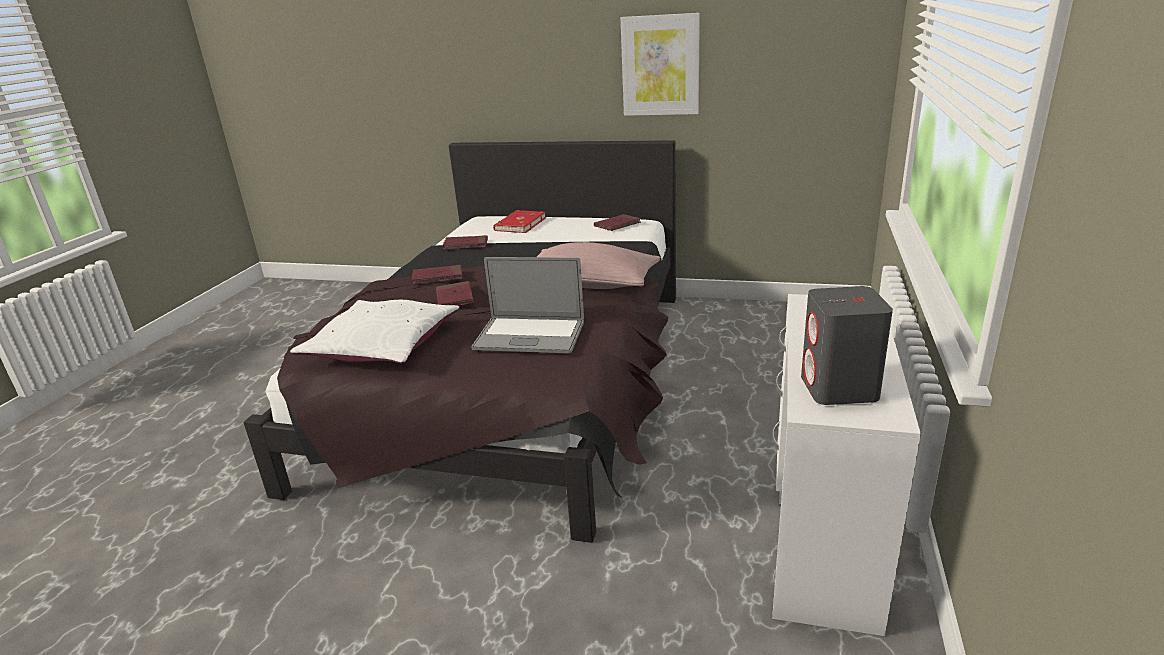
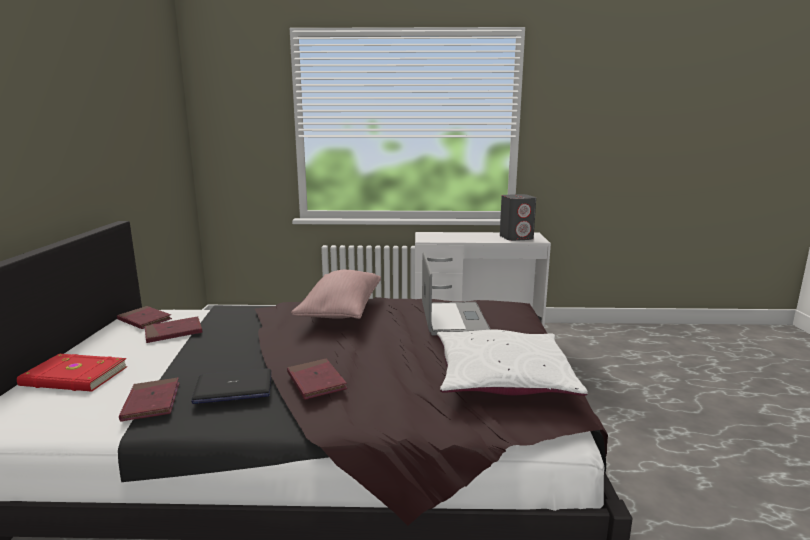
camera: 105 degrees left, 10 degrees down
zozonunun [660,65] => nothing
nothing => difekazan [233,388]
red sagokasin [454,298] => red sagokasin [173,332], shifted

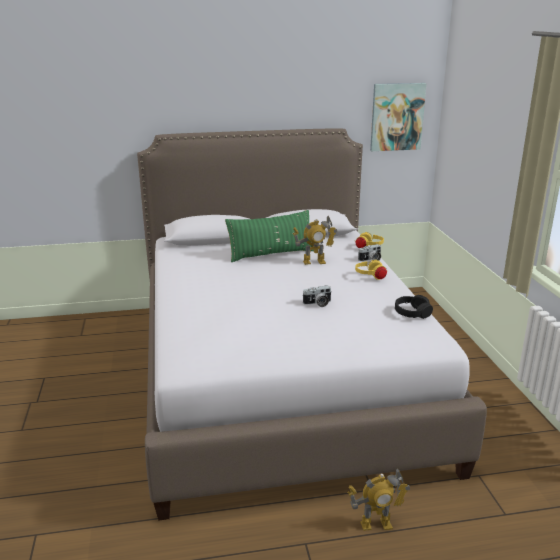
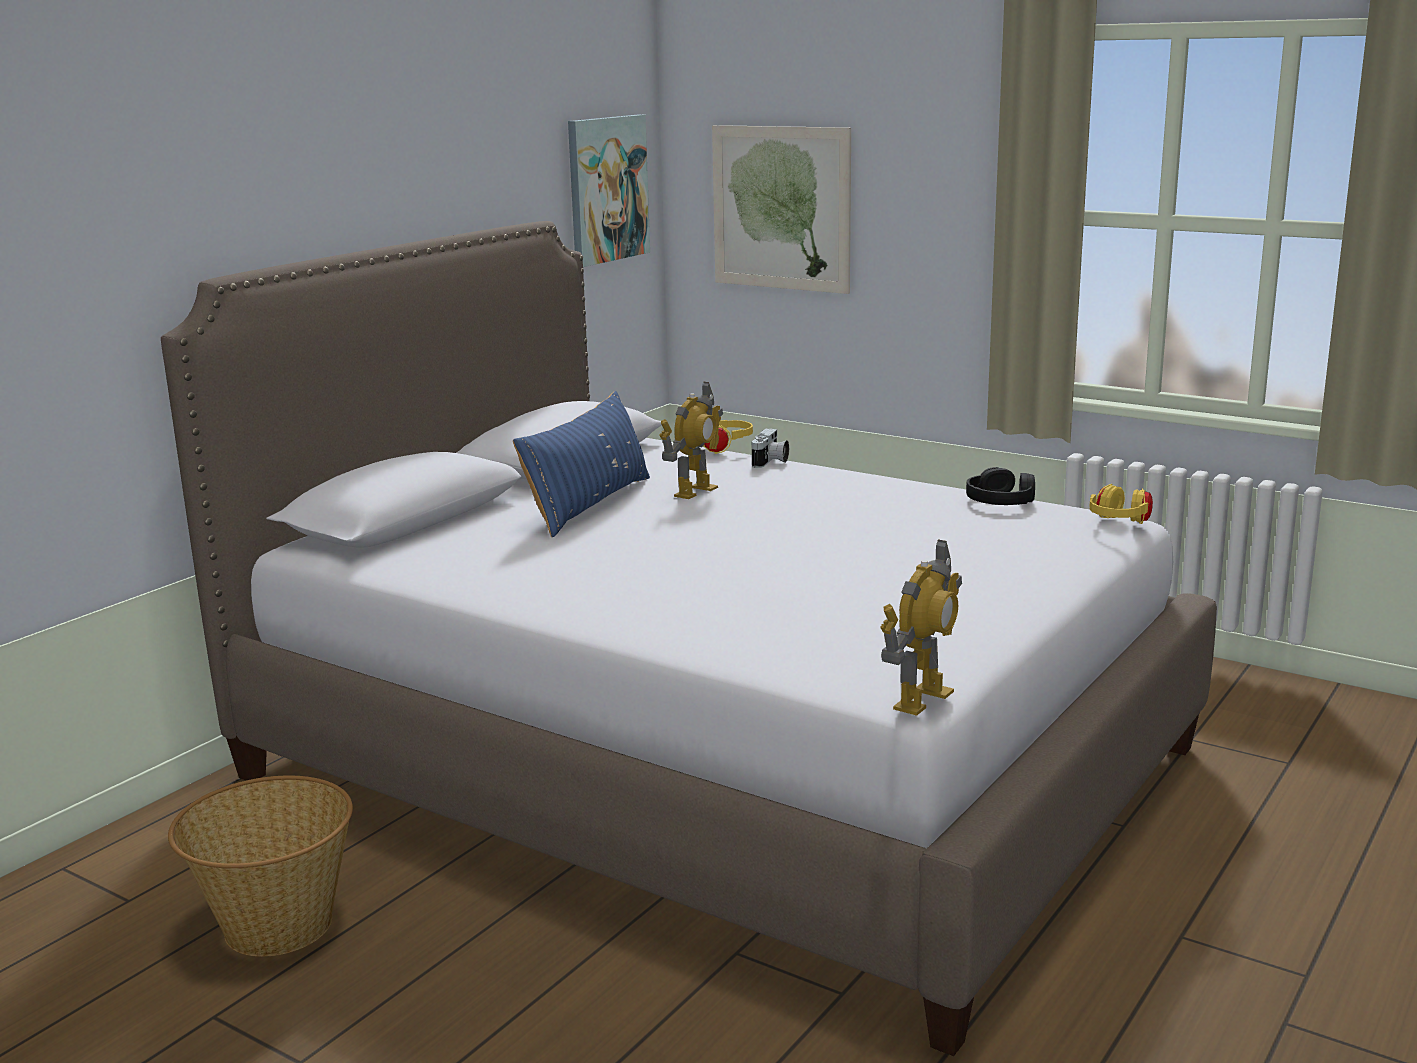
camera: 45 degrees left, 5 degrees down
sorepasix [318,303] => nothing
nothing => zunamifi [276,926]
nothing => zozonunun [781,208]
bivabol [376,524] => bivabol [921,699], shifted
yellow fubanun [370,277] => yellow fubanun [1118,524], shifted
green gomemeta [271,254] => blue gomemeta [589,504]

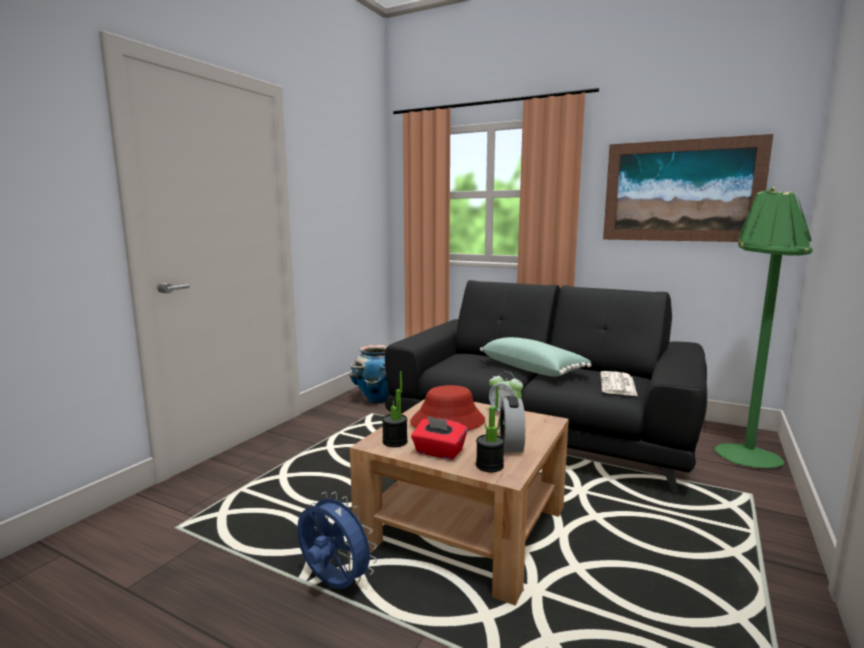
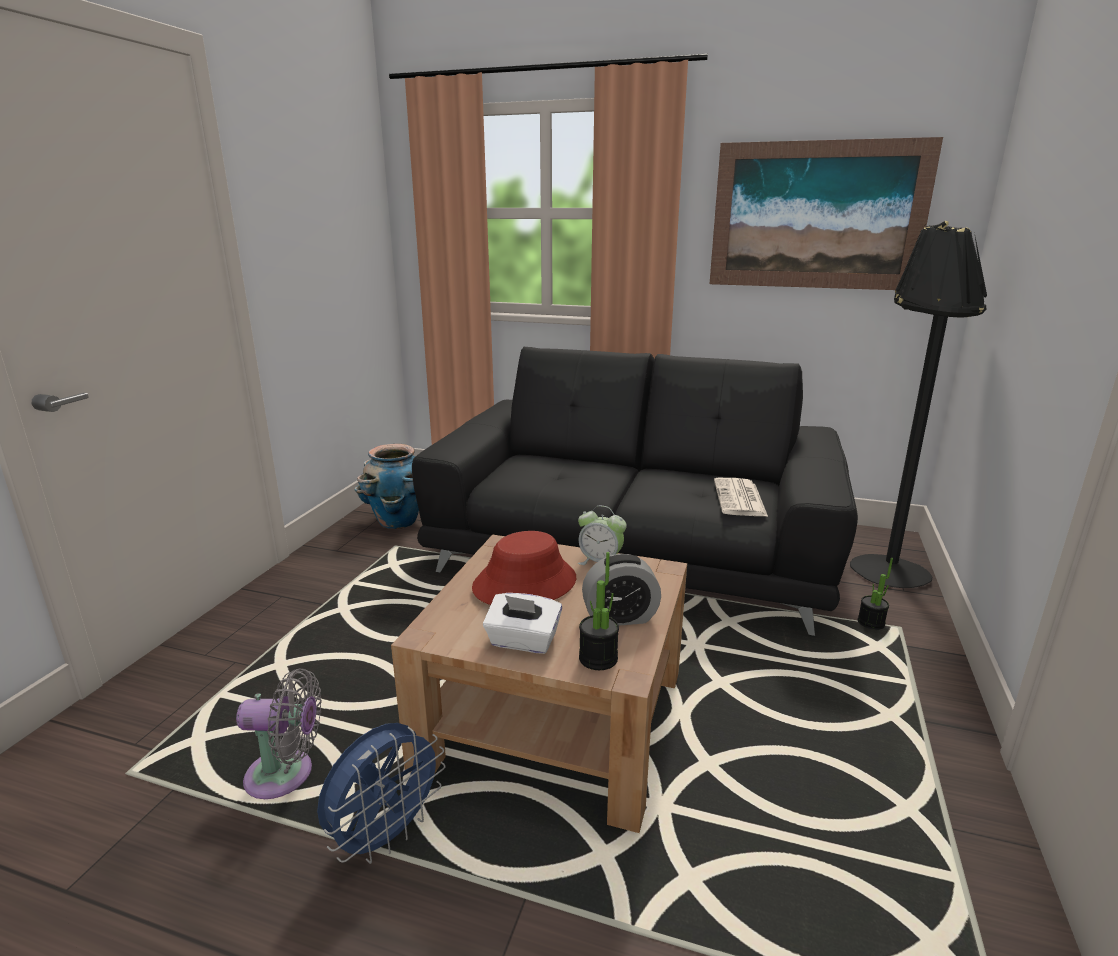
camera: 10 degrees left, 10 degrees up
green gomemeta [532,369] => nothing
nothing => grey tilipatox [286,775]
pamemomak [395,442] => pamemomak [870,624], shifted
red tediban [438,452] => white tediban [523,641]
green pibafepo [747,451] => black pibafepo [888,564]
blue tilipatox [333,584] => blue tilipatox [386,836], 105 degrees clockwise
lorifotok [511,445] => lorifotok [620,617], 90 degrees counterclockwise

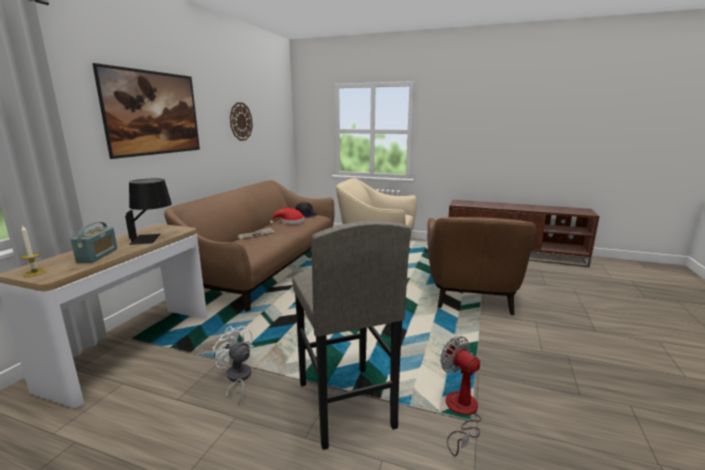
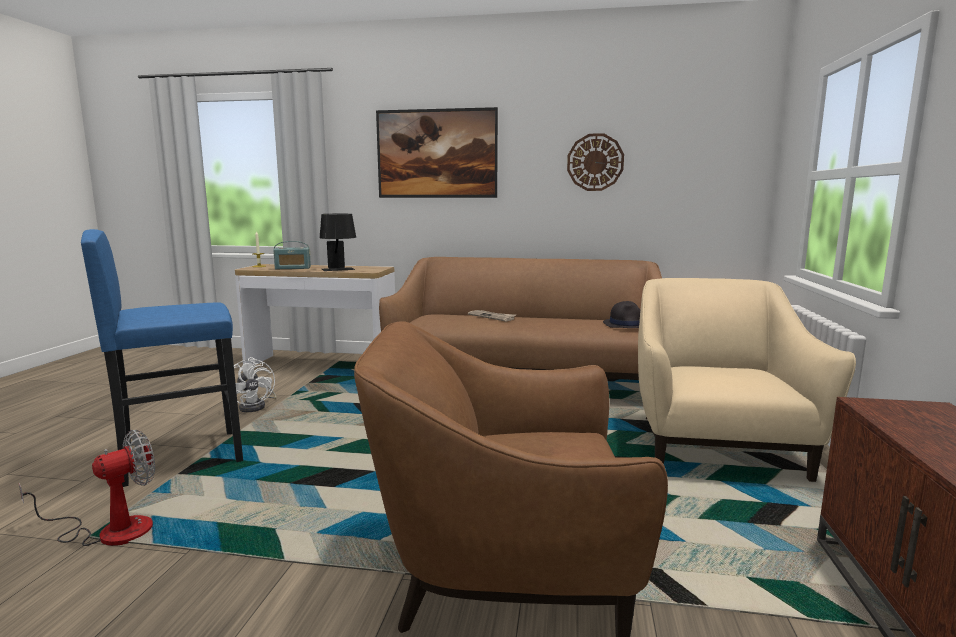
camera: 80 degrees right, 5 degrees down
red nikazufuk [290,222] => nothing
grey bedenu [344,405] => blue bedenu [182,457]
white tilipatox [237,378] => white tilipatox [256,406], 120 degrees clockwise

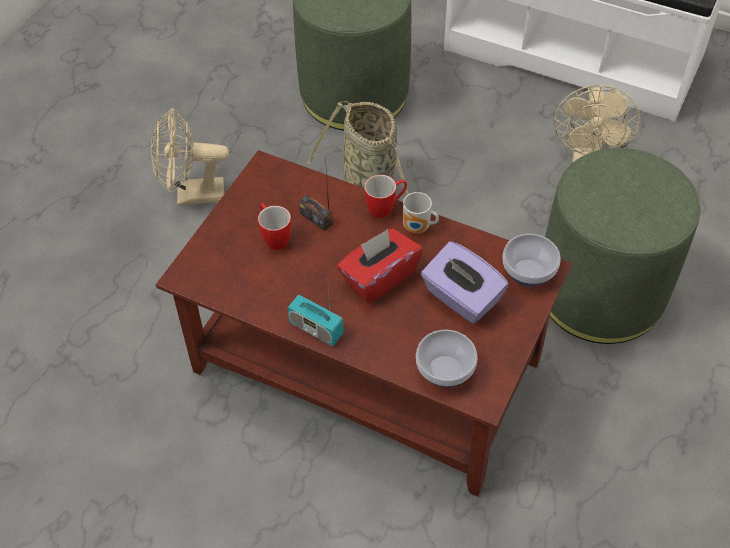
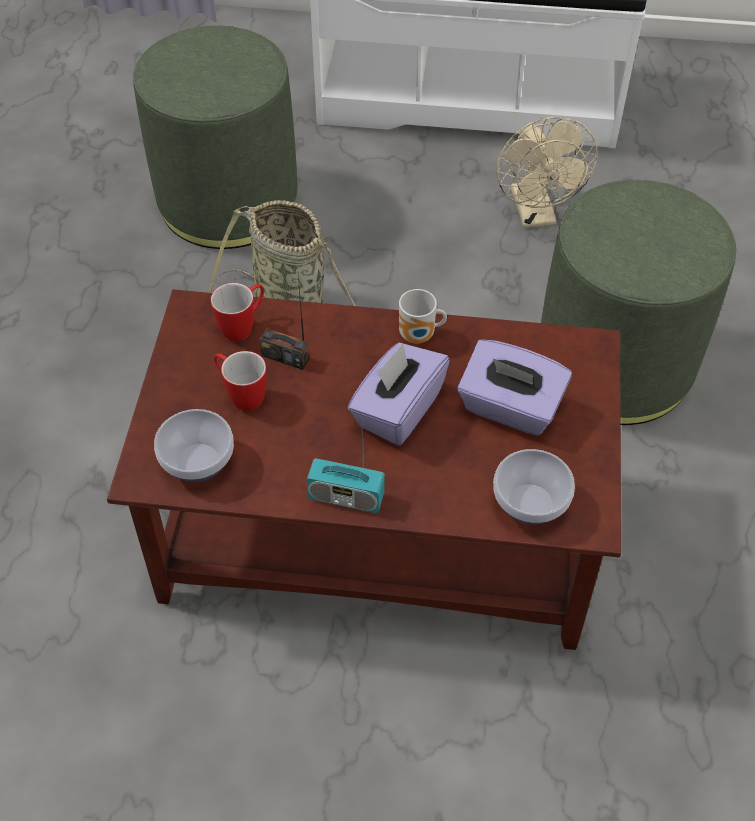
camera: 20 degrees left, 0 degrees up
beige tilipatox [192,195] => nothing
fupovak [386,208] => fupovak [243,326], shifted
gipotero [530,274] => gipotero [200,463], shifted
red tediban [379,277] => purple tediban [397,410]

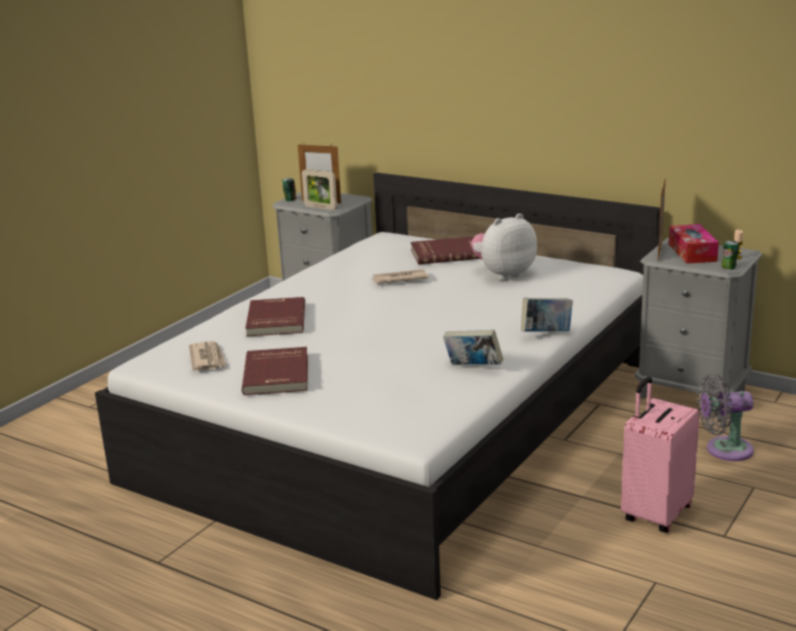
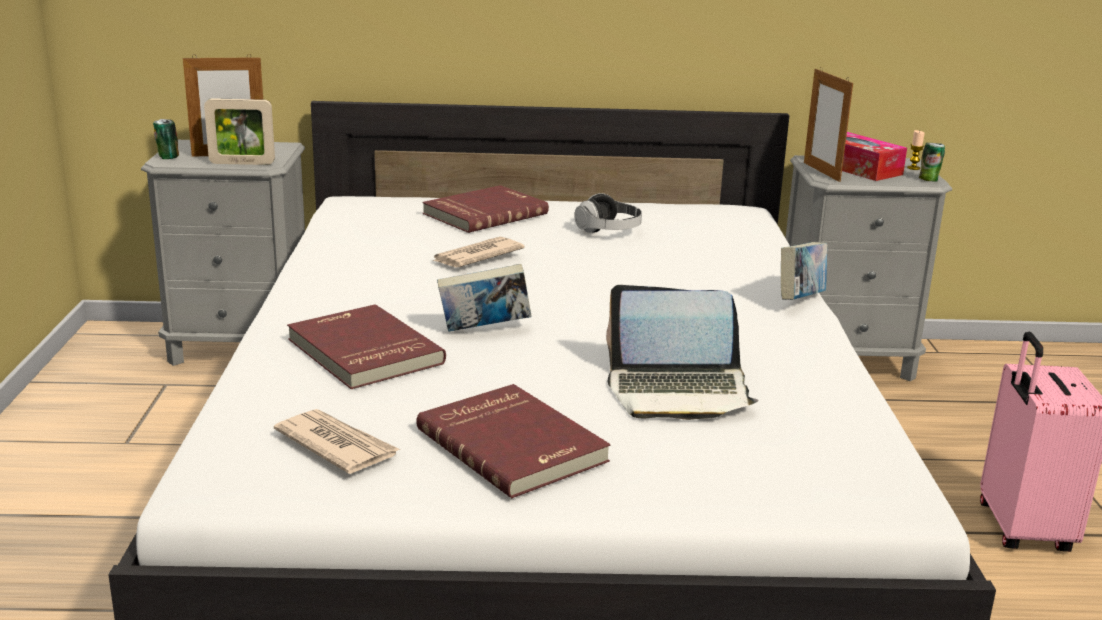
camera: 35 degrees left, 0 degrees up
grey tilipatox [724,450] => nothing
nothing => difekazan [678,392]
sagokasin [473,368] => sagokasin [484,330], shifted
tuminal [503,274] => fubanun [608,231]

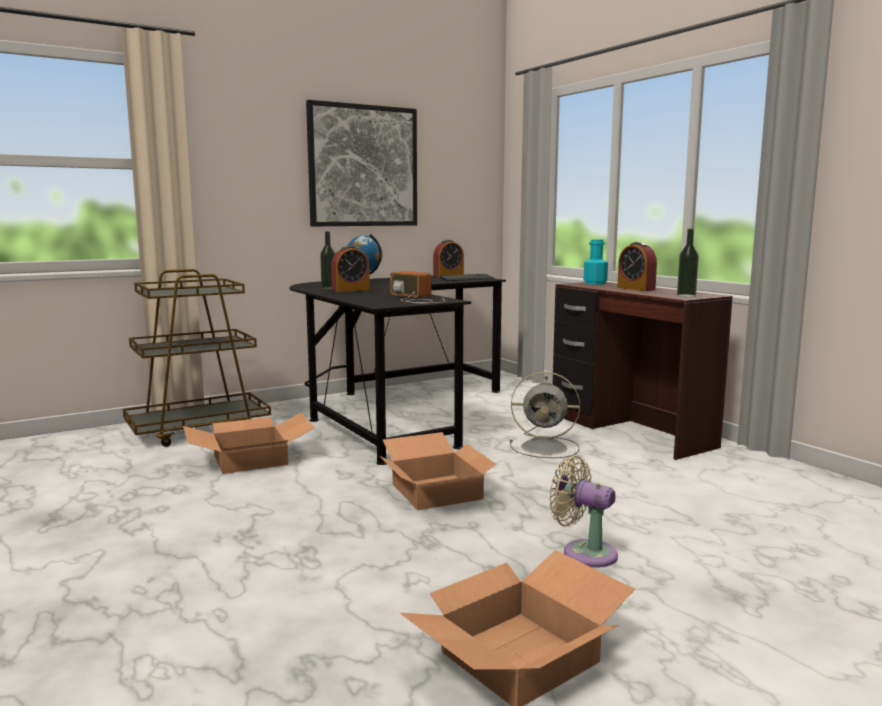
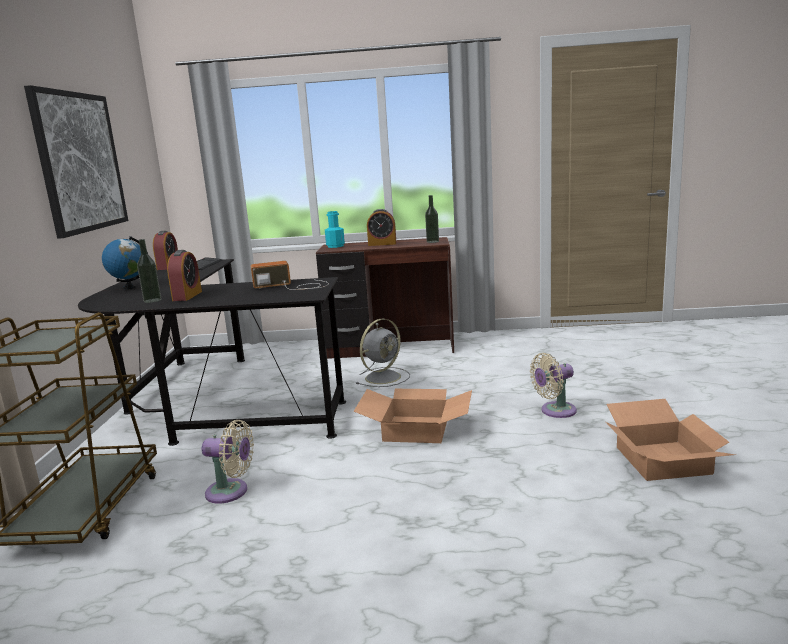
camera: 55 degrees left, 5 degrees up
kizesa [251,459] => beige tilipatox [231,492]

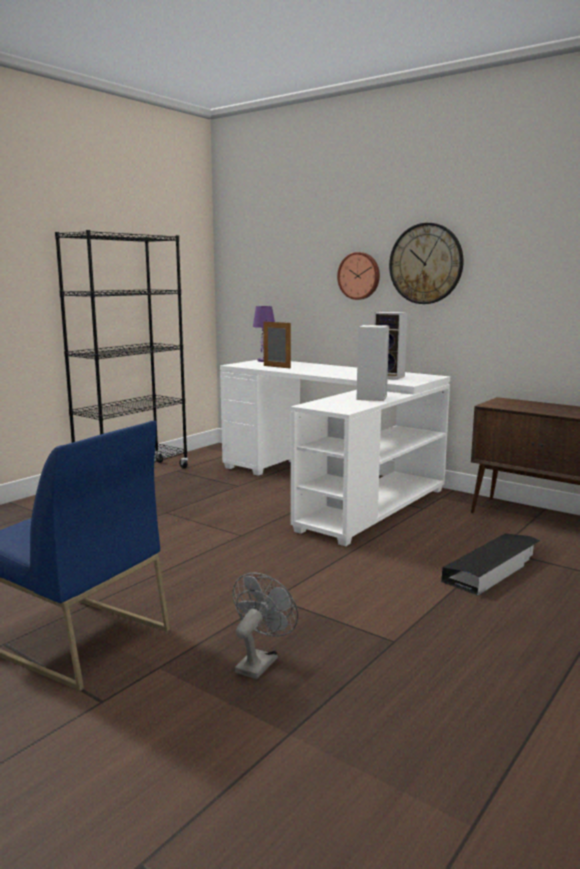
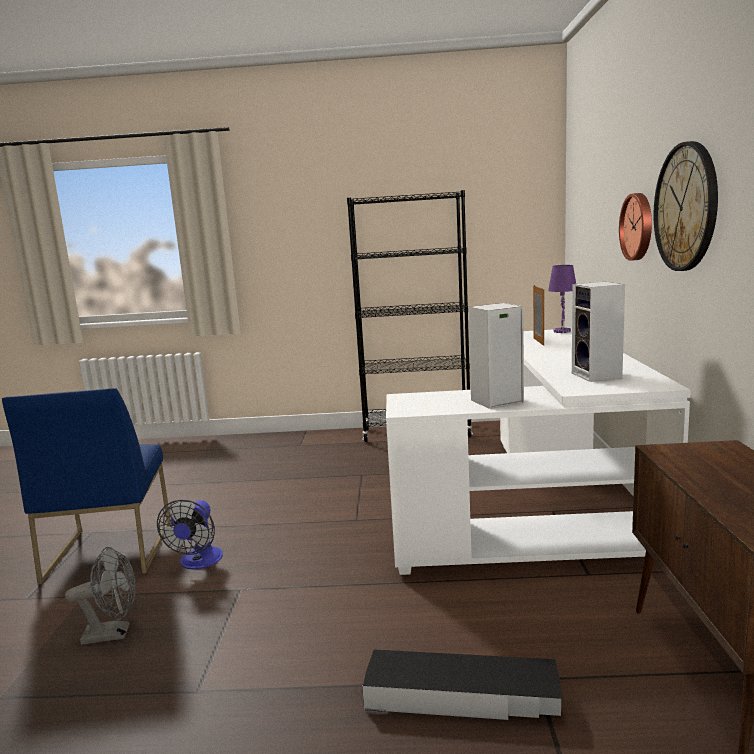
camera: 55 degrees right, 0 degrees up
nothing => tilipatox [198,562]

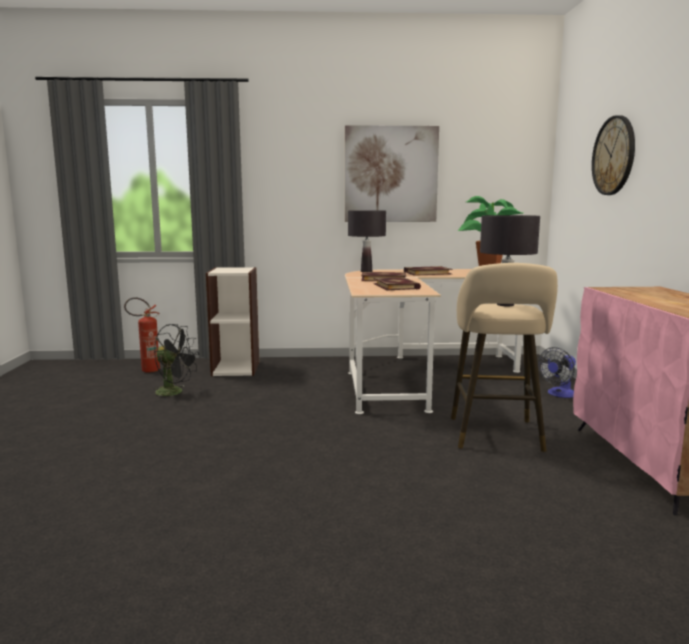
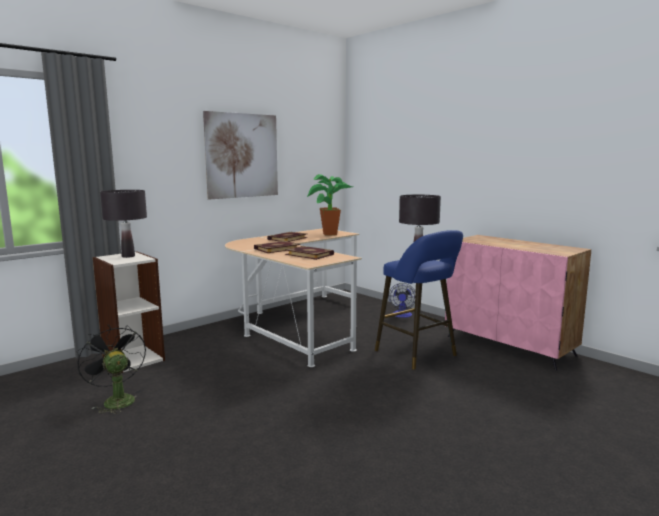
camera: 40 degrees left, 0 degrees up
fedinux [146,371] => nothing
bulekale [614,156] => nothing
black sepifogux [366,271] => black sepifogux [128,256], shifted
beige bedenu [496,436] => blue bedenu [418,354]
black tilipatox [175,392] => black tilipatox [116,400], 105 degrees counterclockwise

